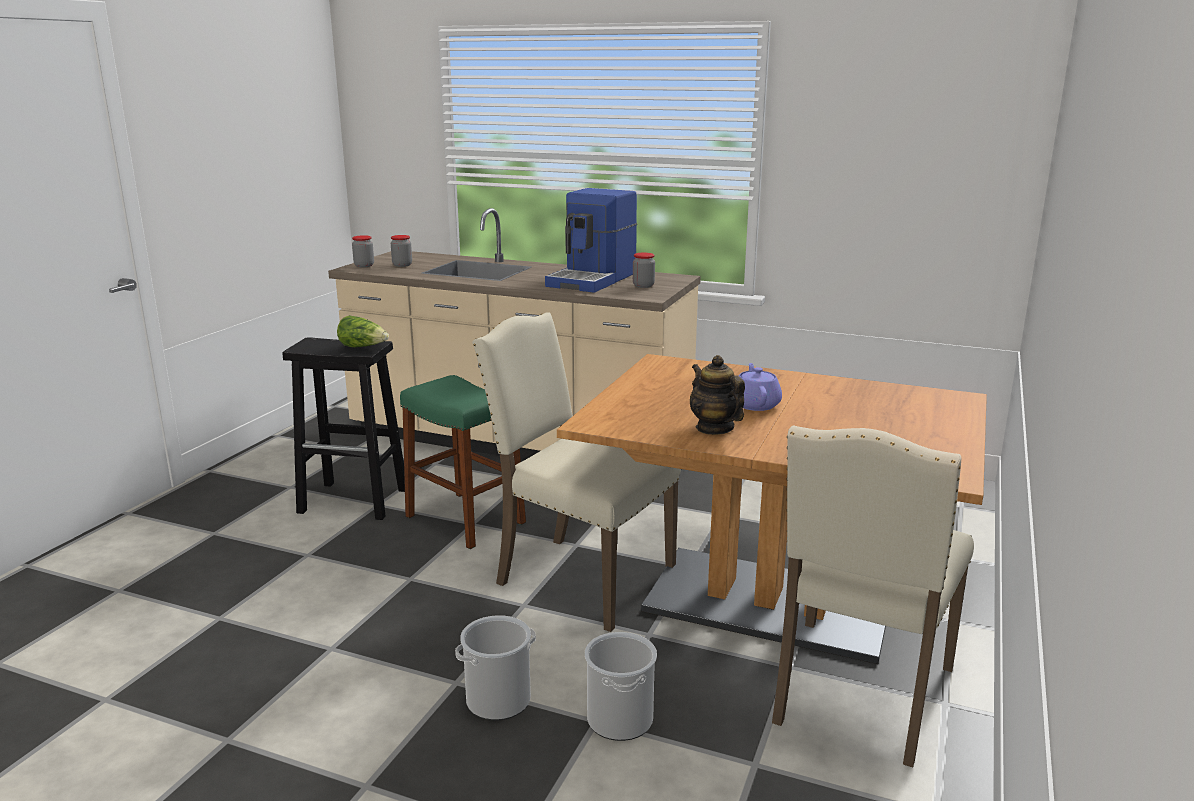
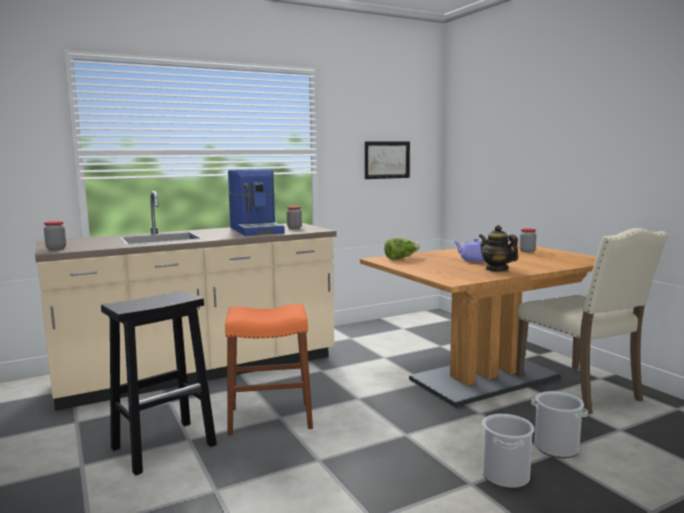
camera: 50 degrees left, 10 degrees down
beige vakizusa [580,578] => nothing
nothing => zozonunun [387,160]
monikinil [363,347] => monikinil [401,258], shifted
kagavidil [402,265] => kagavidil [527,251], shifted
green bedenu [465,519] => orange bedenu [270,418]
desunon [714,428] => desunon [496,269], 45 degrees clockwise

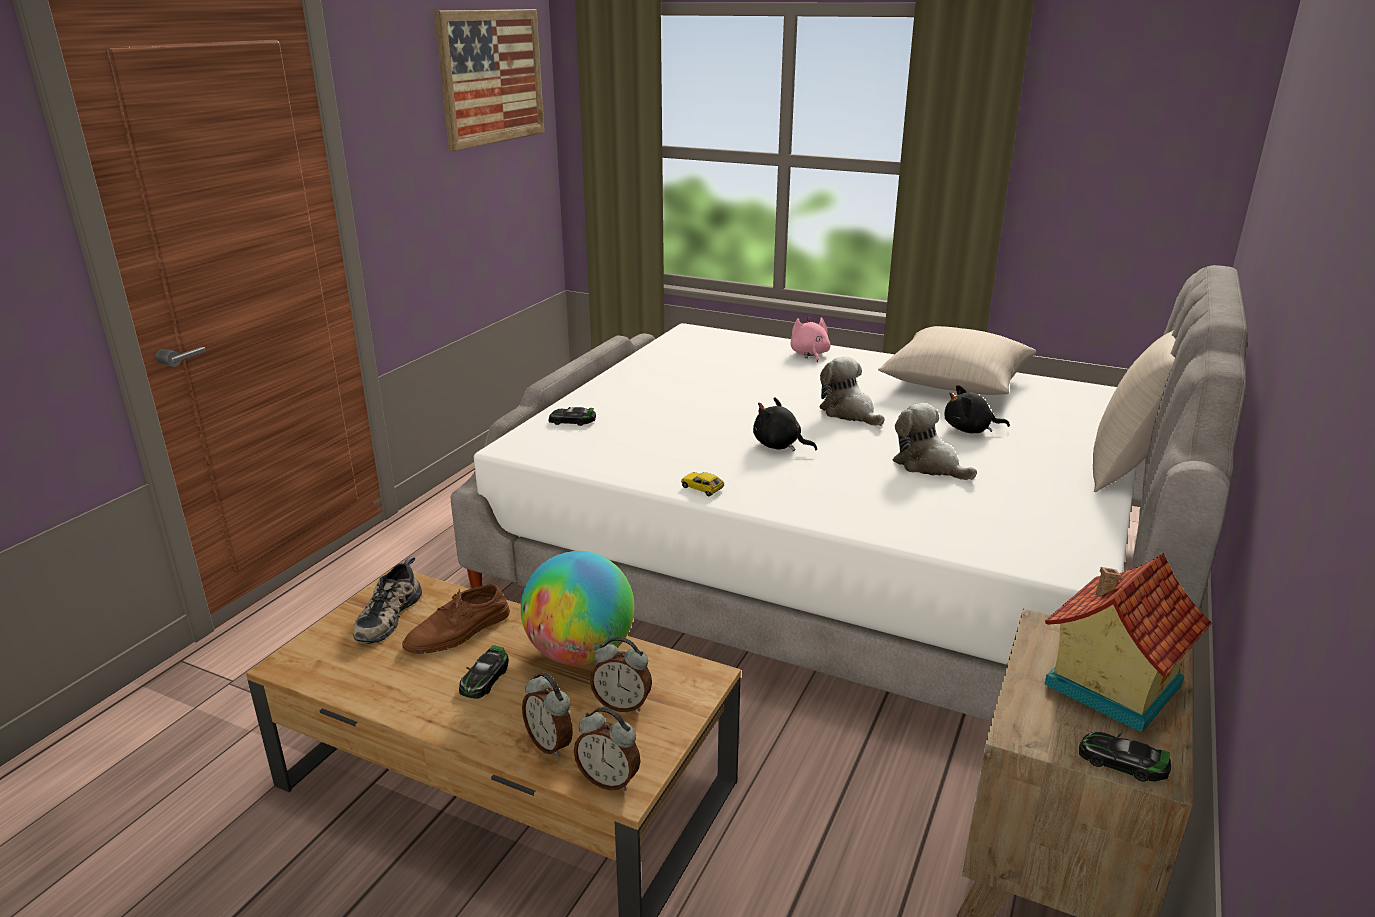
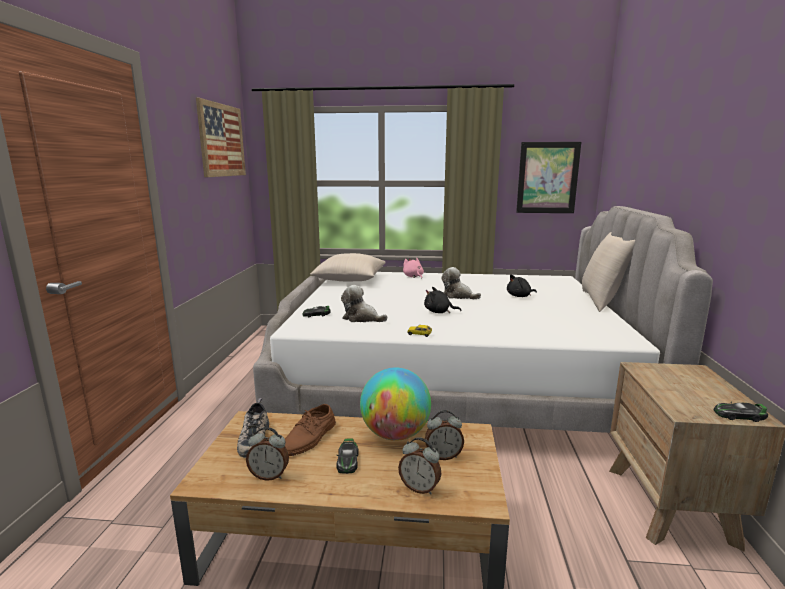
camera: 20 degrees left, 10 degrees down
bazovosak [1109,683] => nothing
nothing => zozonunun [547,178]
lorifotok [609,780] => lorifotok [269,475], shifted
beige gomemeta [956,383] => beige gomemeta [350,279], shifted
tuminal [928,465] => tuminal [361,318], shifted

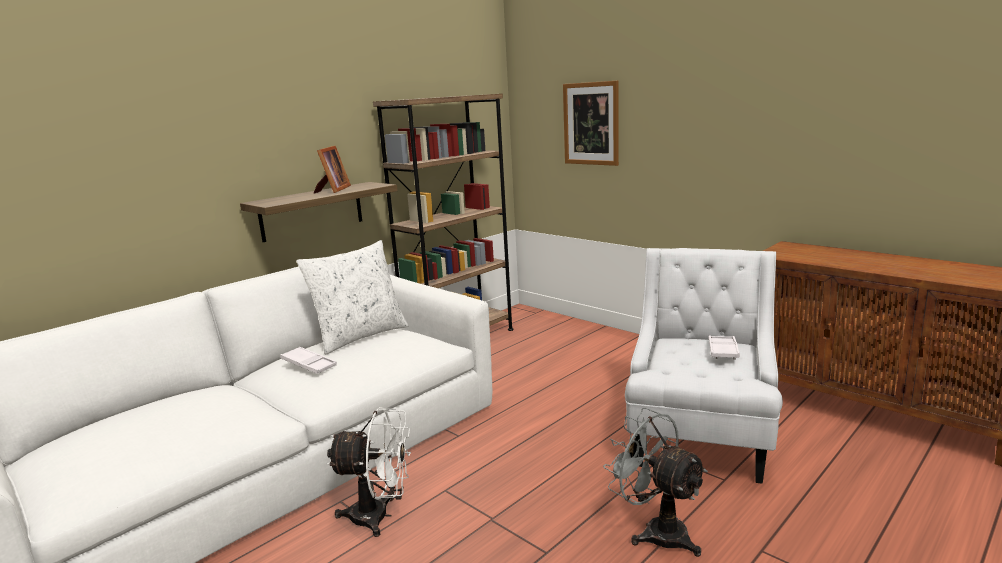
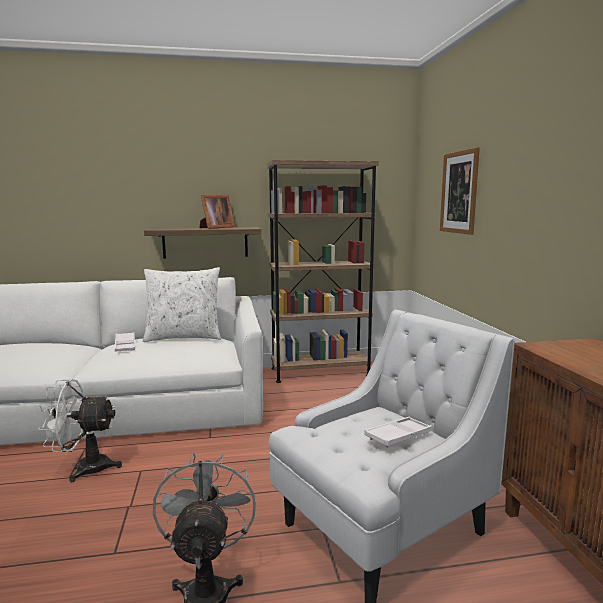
camera: 35 degrees right, 5 degrees down
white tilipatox [380,516] => white tilipatox [84,468], 135 degrees clockwise

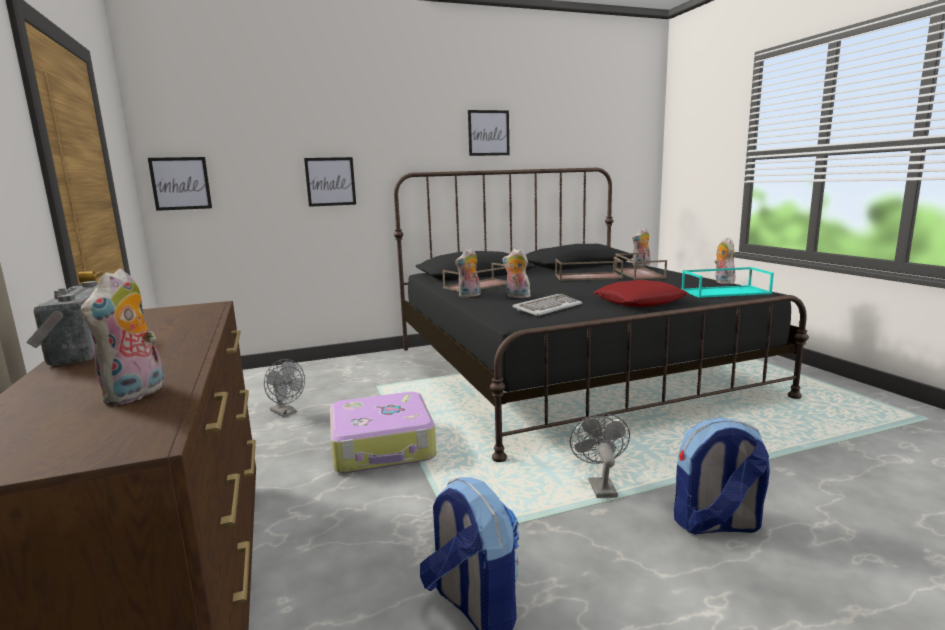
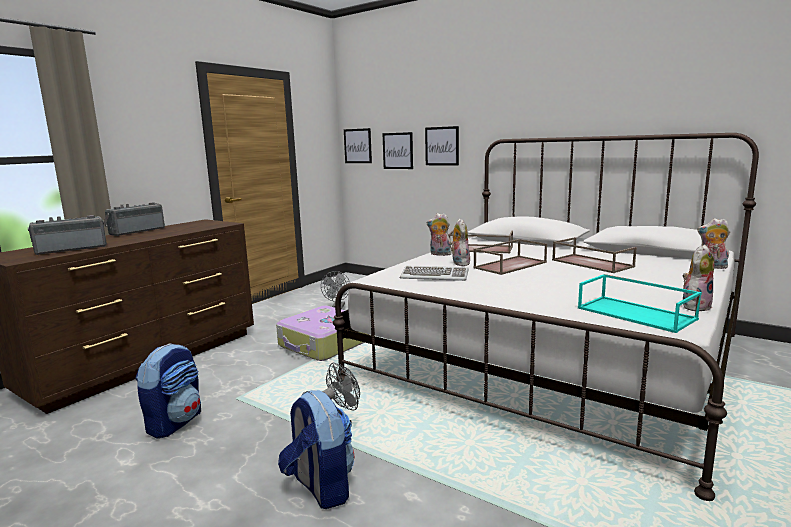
camera: 55 degrees right, 0 degrees up
red gomemeta [639,302] => nothing
zozonunun [488,133] => zozonunun [398,151], shifted
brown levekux [638,273] => brown levekux [510,265], shifted
tuminal [136,395] => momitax [71,249]
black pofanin [569,370] => white pofanin [551,356]

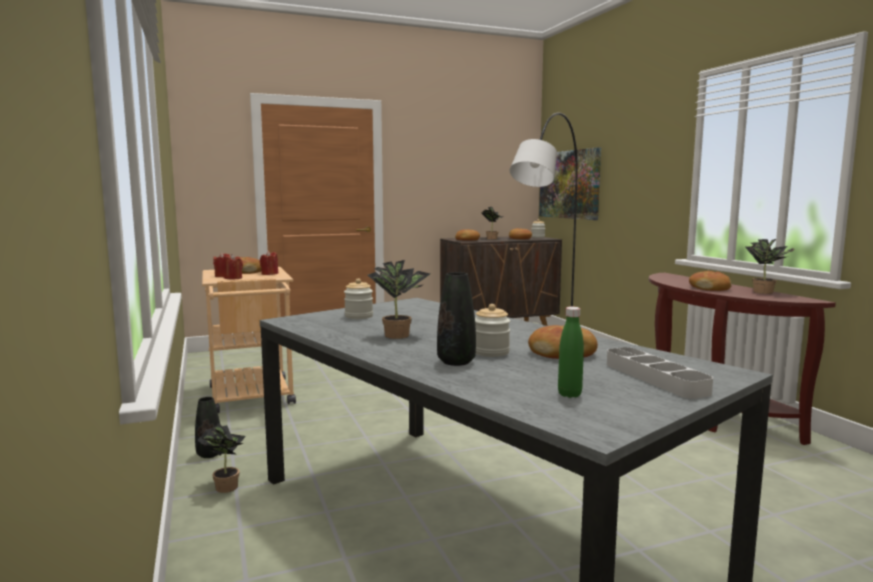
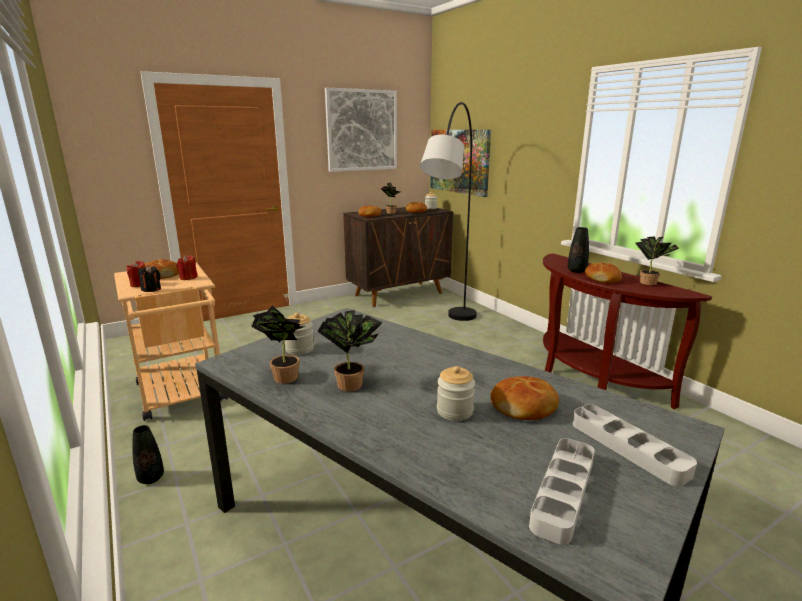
camera: 10 degrees left, 10 degrees up
nothing => zozonunun [362,130]
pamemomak [224,486] => pamemomak [282,376], shifted
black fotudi [456,362] => black fotudi [576,271], shifted
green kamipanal [569,394] => grey levekux [563,492]
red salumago [233,278] => black salumago [151,289]

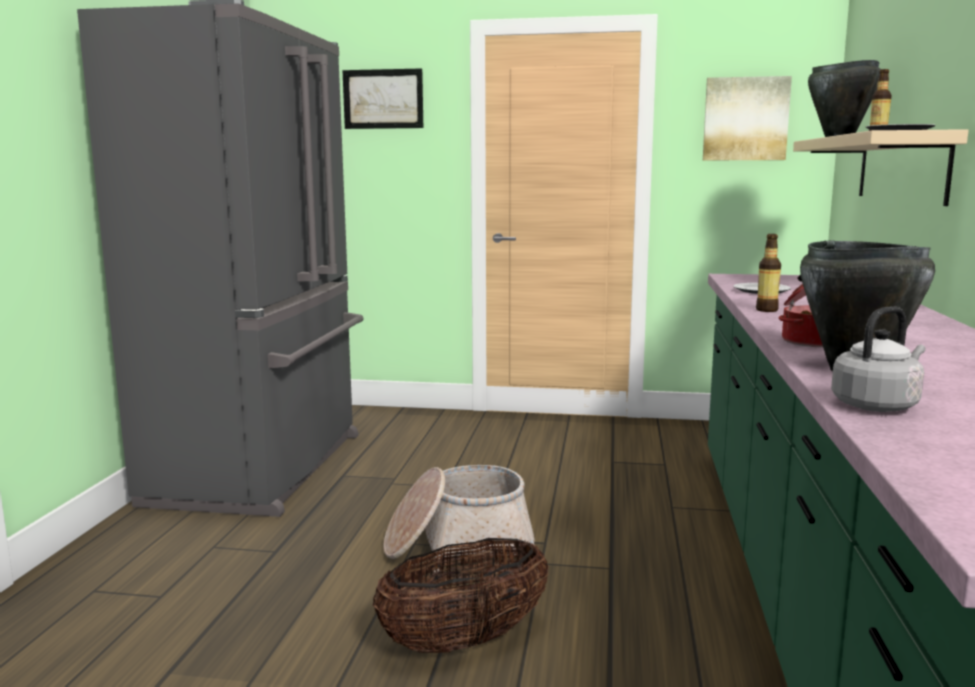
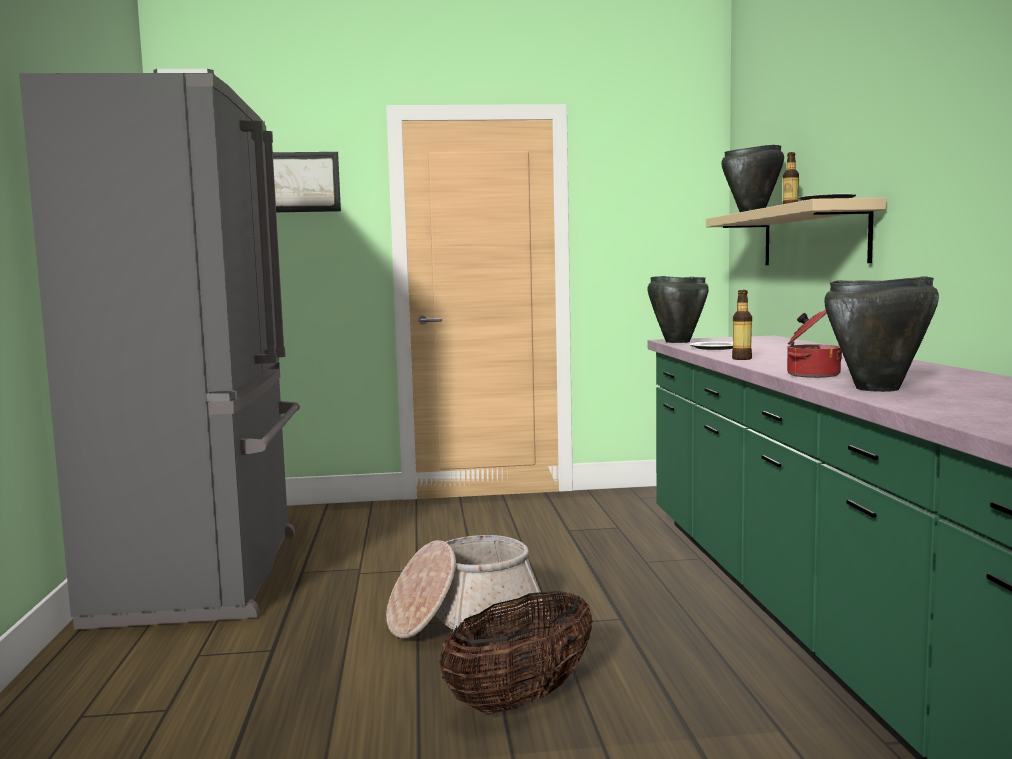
camera: 15 degrees left, 5 degrees down
zozonunun [745,119] => nothing
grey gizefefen [877,405] => nothing
nothing => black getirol [677,342]

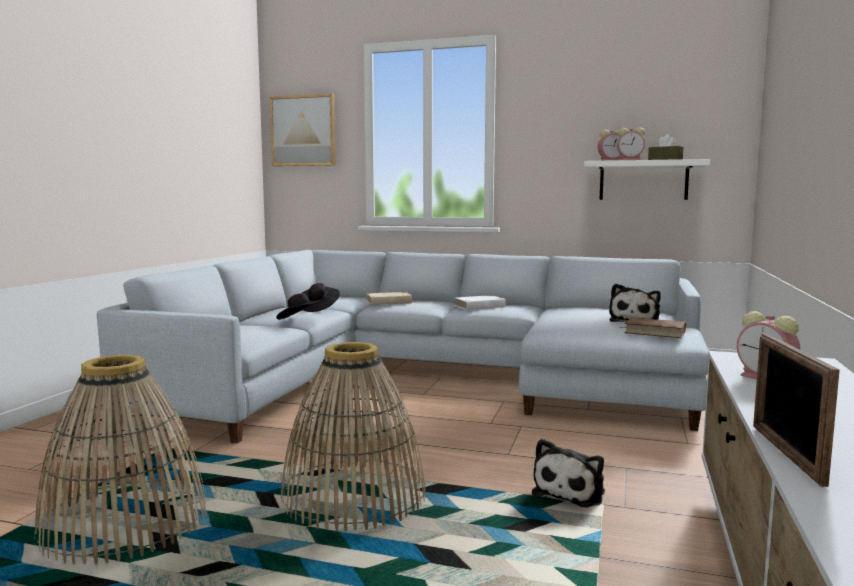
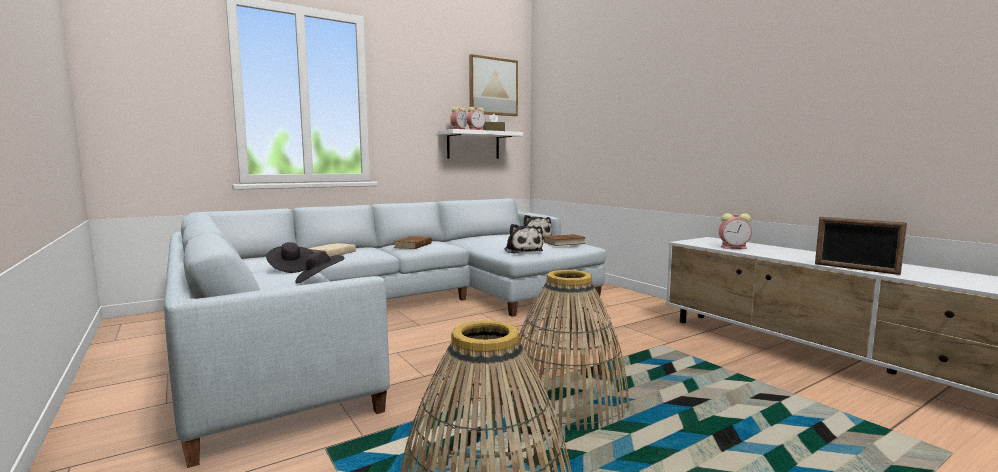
camera: 50 degrees left, 0 degrees up
zozonunun [303,131] => zozonunun [493,86], shifted
tuminal [571,492] => tuminal [523,251], shifted
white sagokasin [480,306] => brown sagokasin [413,245]

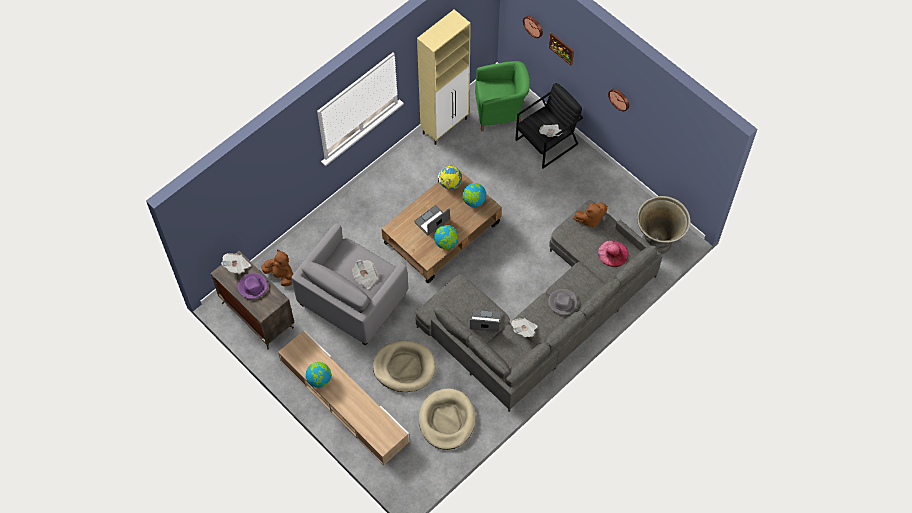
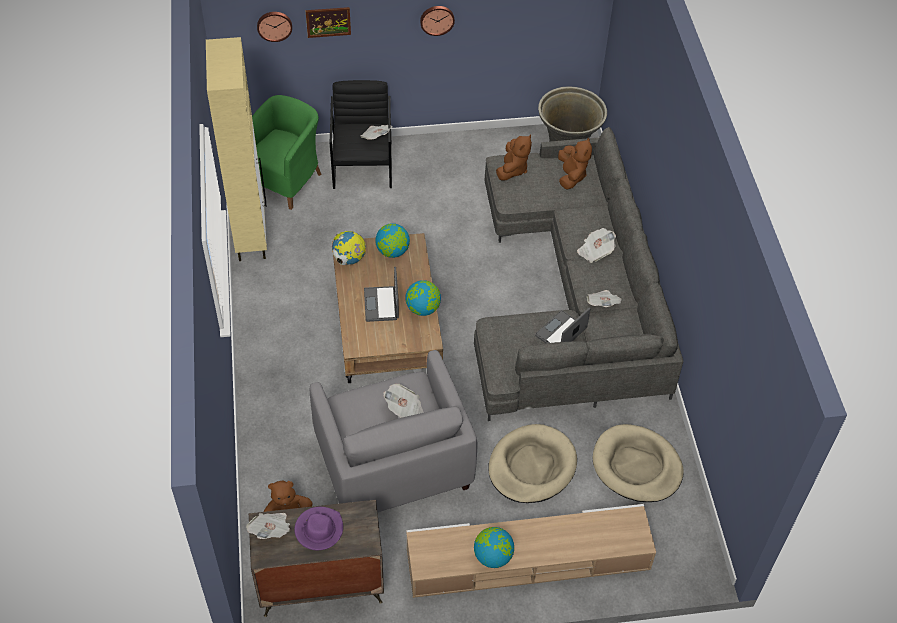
camera: 55 degrees left, 10 degrees down
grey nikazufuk [562,302] => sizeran [595,251]
pink nikazufuk [613,253] => brown tuminal [571,176]

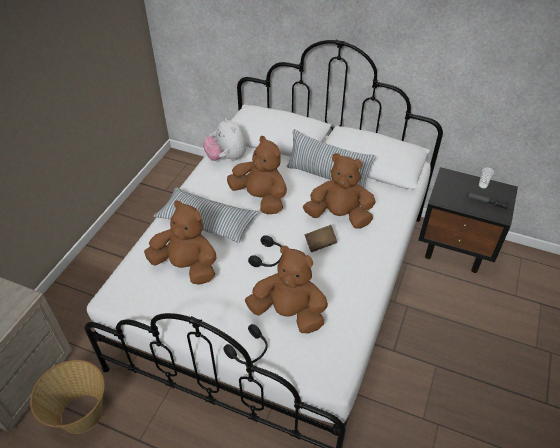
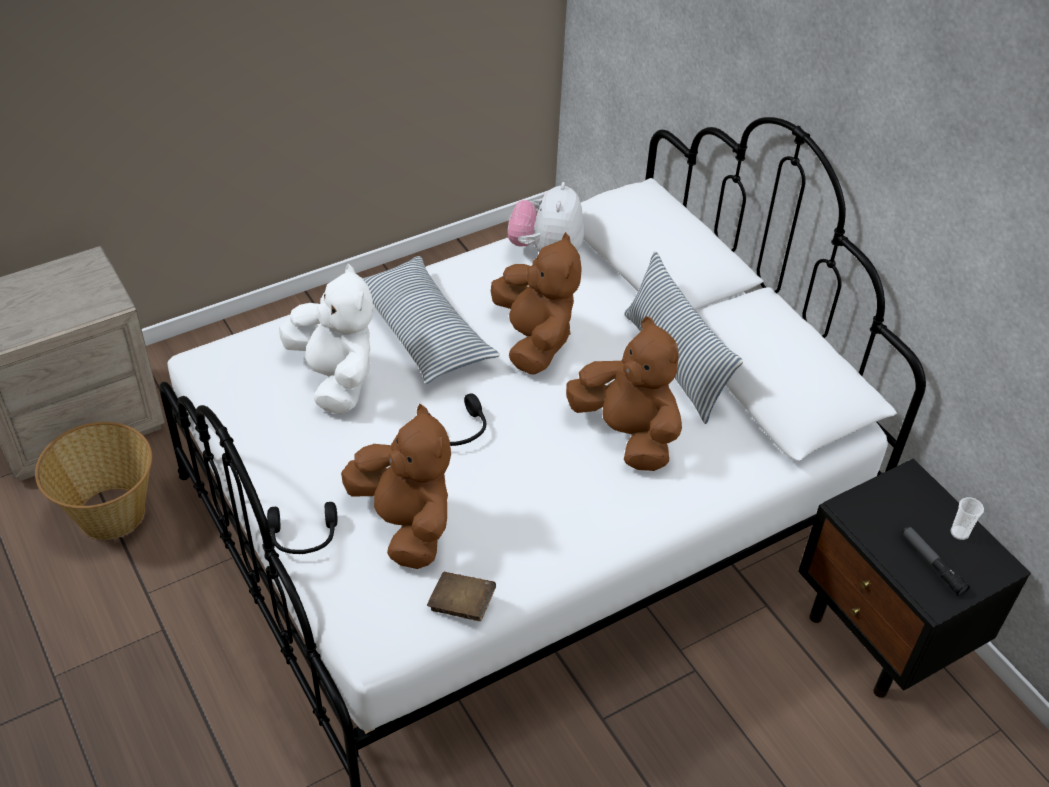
camera: 35 degrees right, 0 degrees up
brown sagokasin [320,243] => brown sagokasin [461,605], shifted
brown tuminal [186,266] => white tuminal [335,378]

